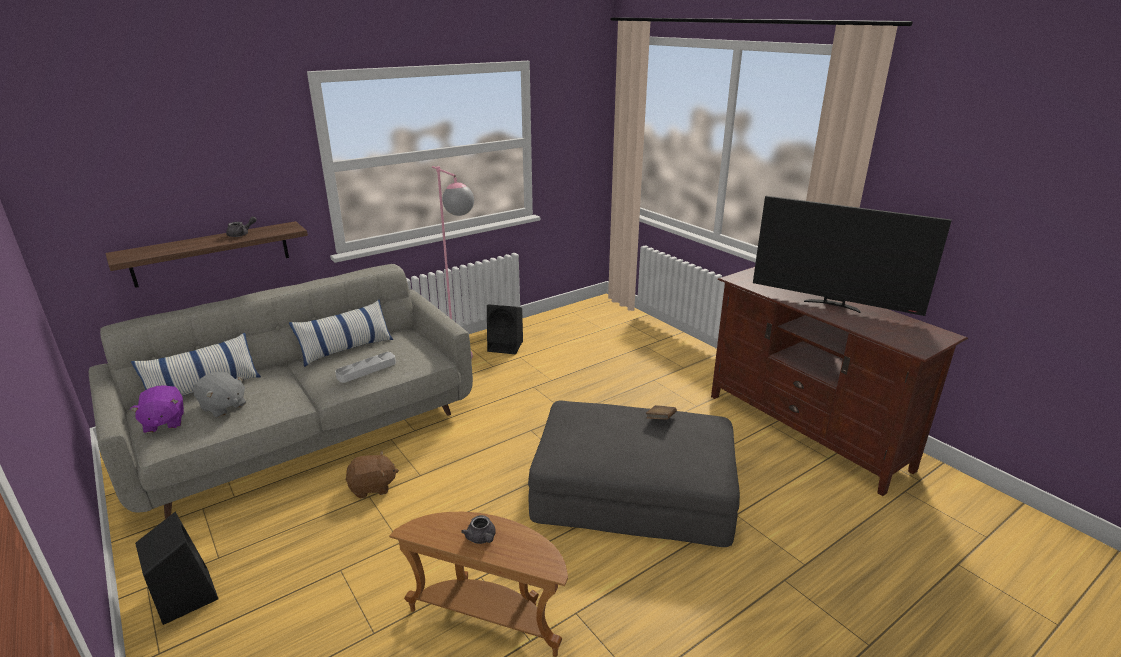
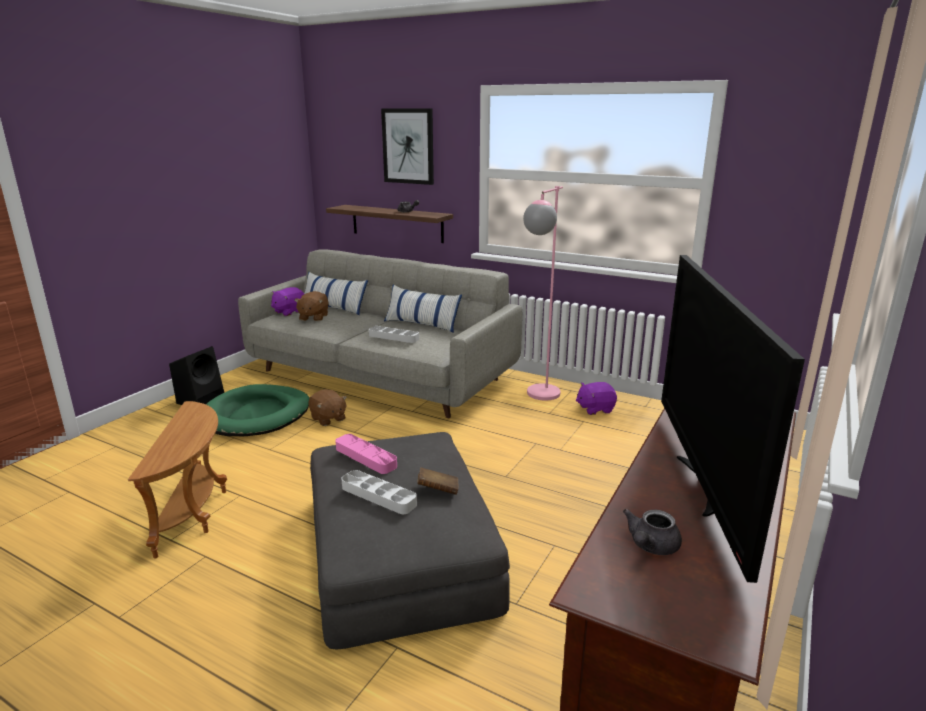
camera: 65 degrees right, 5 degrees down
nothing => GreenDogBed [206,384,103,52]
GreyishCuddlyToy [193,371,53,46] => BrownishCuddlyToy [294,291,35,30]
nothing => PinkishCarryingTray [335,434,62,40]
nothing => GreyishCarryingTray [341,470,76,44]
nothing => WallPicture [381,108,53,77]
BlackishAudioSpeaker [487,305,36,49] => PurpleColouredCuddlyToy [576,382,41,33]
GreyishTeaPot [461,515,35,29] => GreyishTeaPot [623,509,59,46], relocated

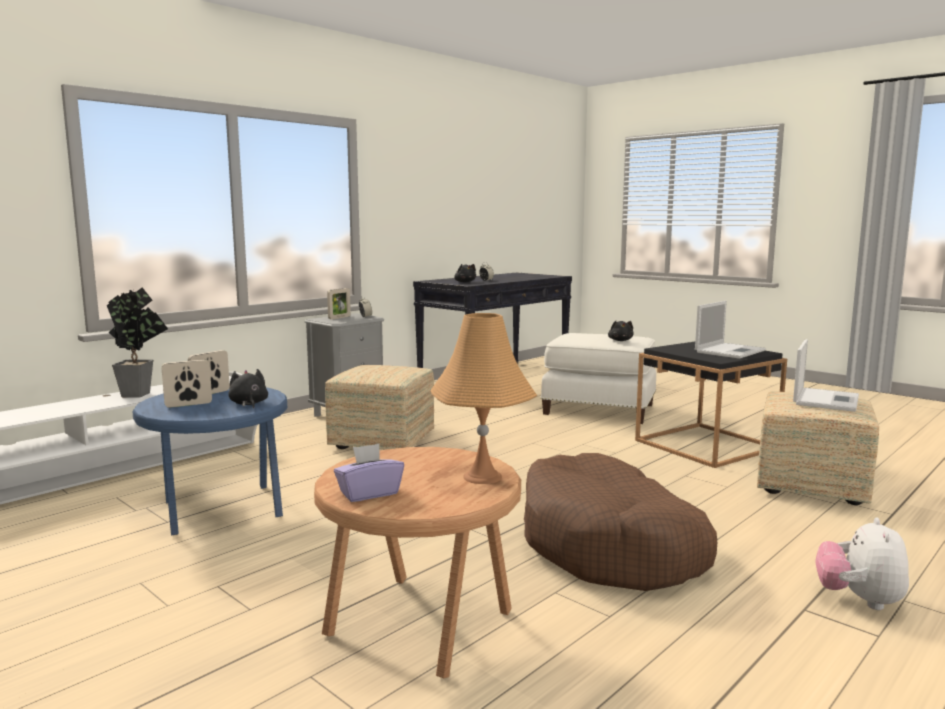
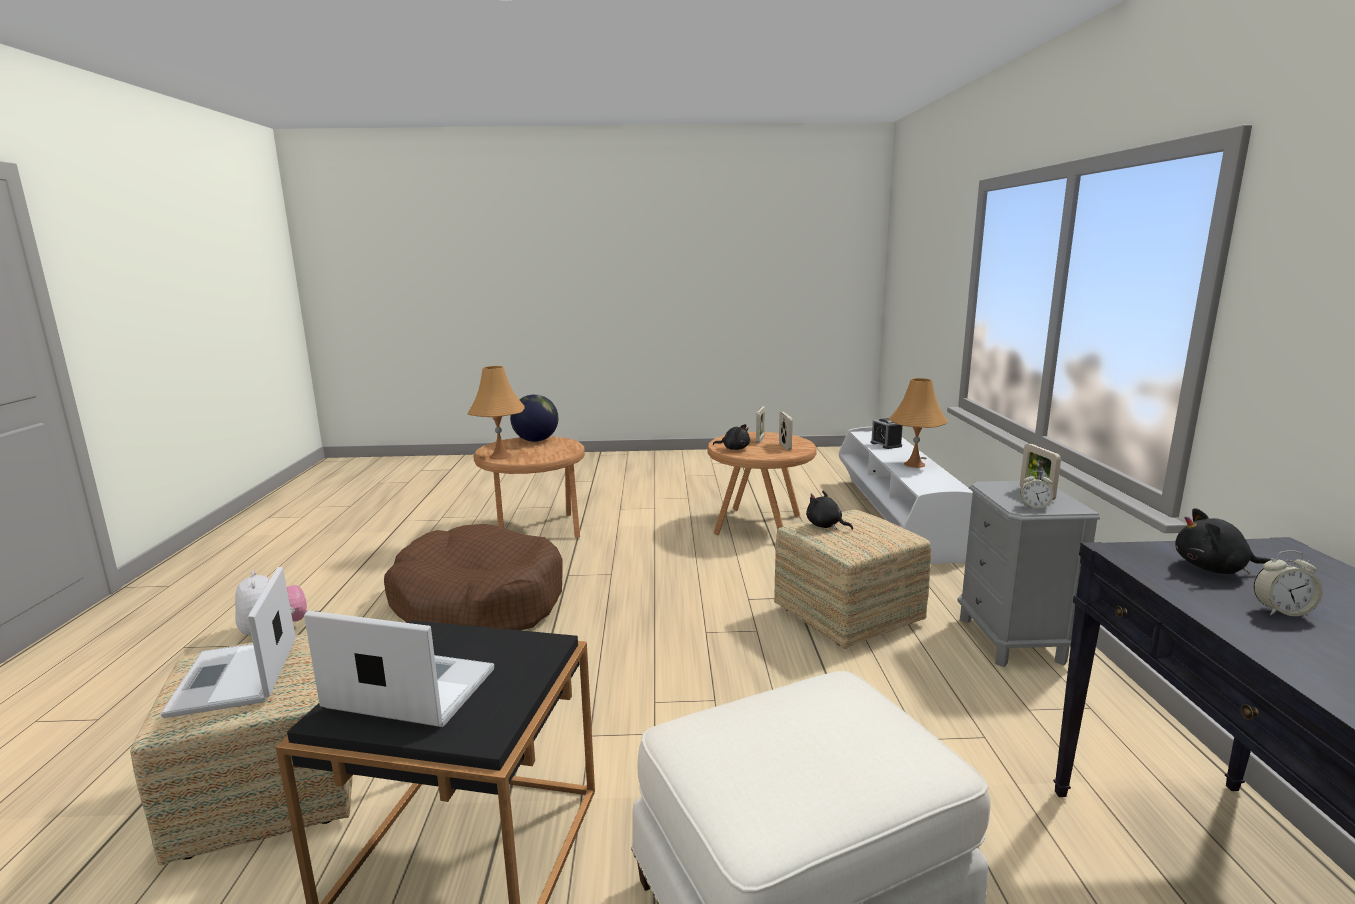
camera: 135 degrees right, 5 degrees up
Laptop [695,301,71,58] => Laptop [304,611,190,116], 105 degrees clockwise
PurpleColouredBoxOfTissues [334,444,70,58] => WorldGlobe [510,394,48,48]
BlueColouredAccentTable [132,387,155,148] => BrownishAccentTable [707,432,110,103]
BlackishCuddlyToy [608,320,25,21] => BlackishCuddlyToy [806,491,47,39], relocated
nothing => TableClock [871,418,32,31]
Houseplant [107,287,61,111] => OrangeyTableLamp [889,378,59,90]

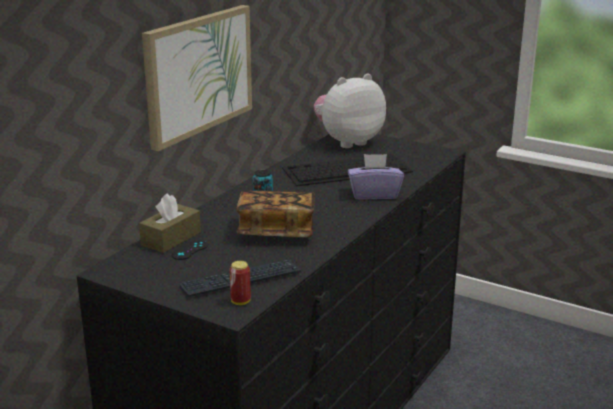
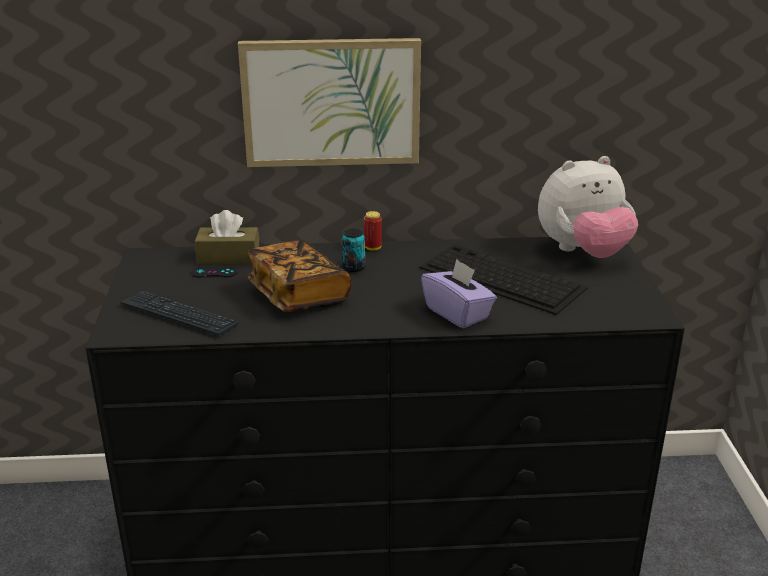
camera: 55 degrees right, 5 degrees up
MetalCan [229,261,22,44] => MetalCan [364,211,18,40], relocated
CuddlyToy [314,74,72,74] => CuddlyToy [538,156,100,102], 135 degrees clockwise

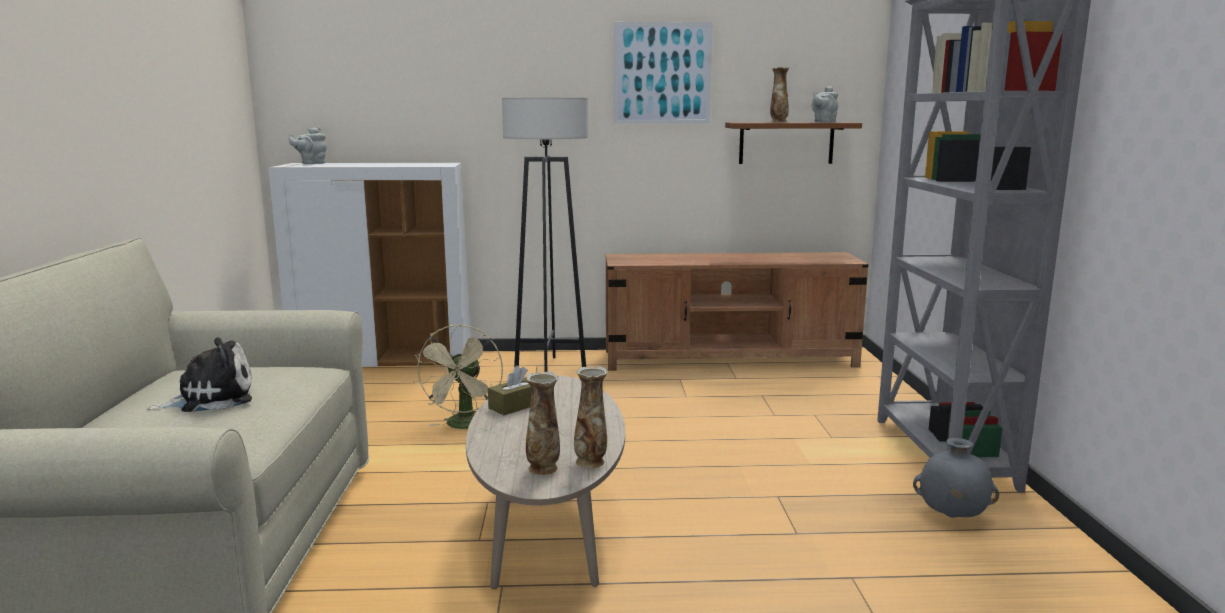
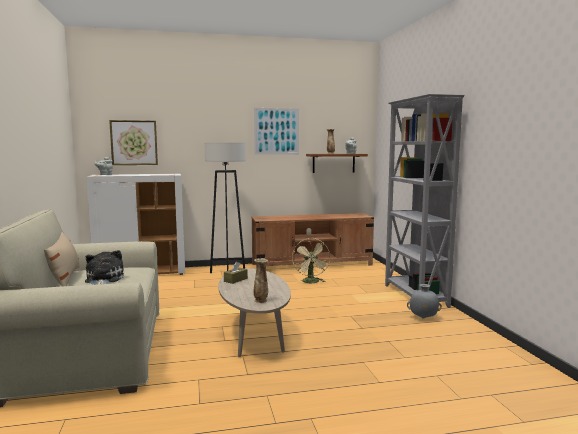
camera: 10 degrees left, 5 degrees down
nothing => BeigeColouredCushion [44,232,36,54]
CuddlyToy [146,337,106,75] => CuddlyToy [85,250,39,35], 60 degrees counterclockwise
nothing => WallPicture [109,120,49,45]
BeigeColouredCoolingFan [414,324,89,105] => BeigeColouredCoolingFan [292,238,38,45], relocated
DecorativeVase [574,366,34,102] => nothing

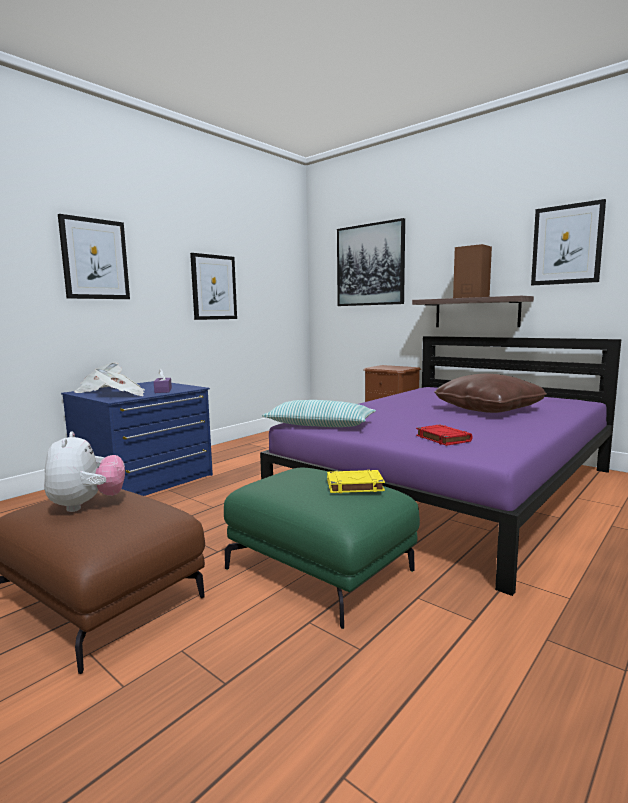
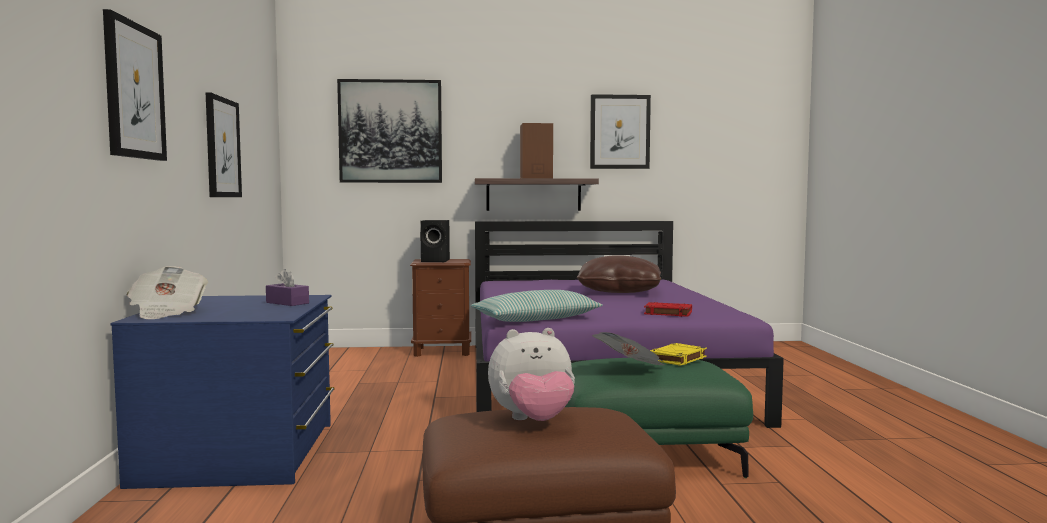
camera: 45 degrees left, 5 degrees down
nothing => BlackishAudioSpeaker [420,220,30,42]
CuddlyToy [44,431,81,81] => CuddlyToy [488,328,87,93], 135 degrees clockwise
DailyPaper [95,369,50,27] => DailyPaper [592,332,73,33], relocated

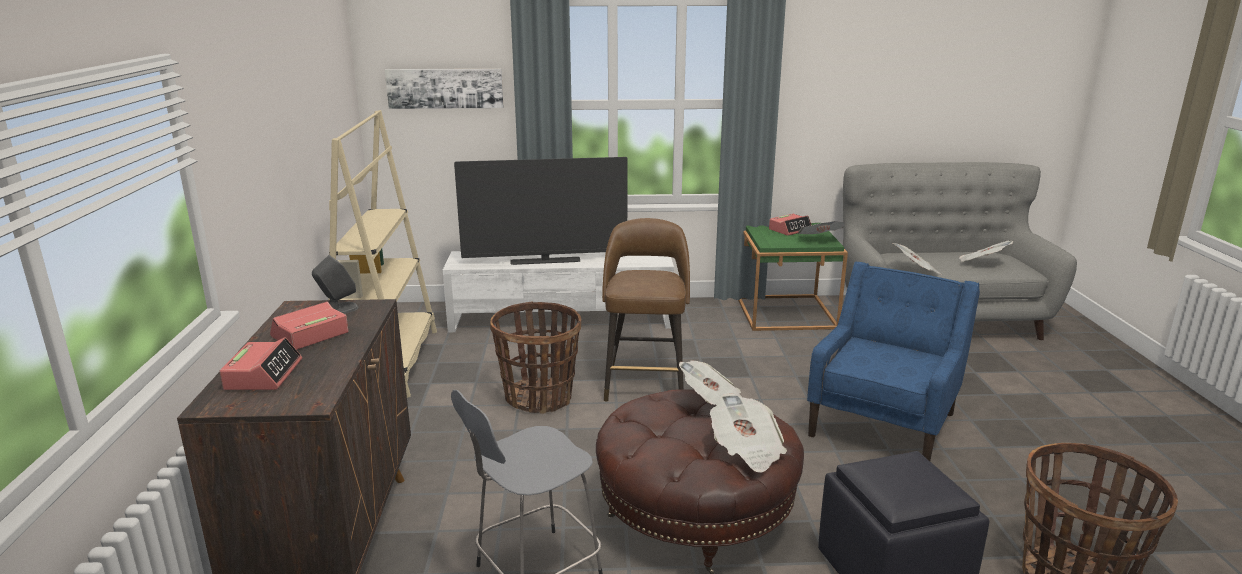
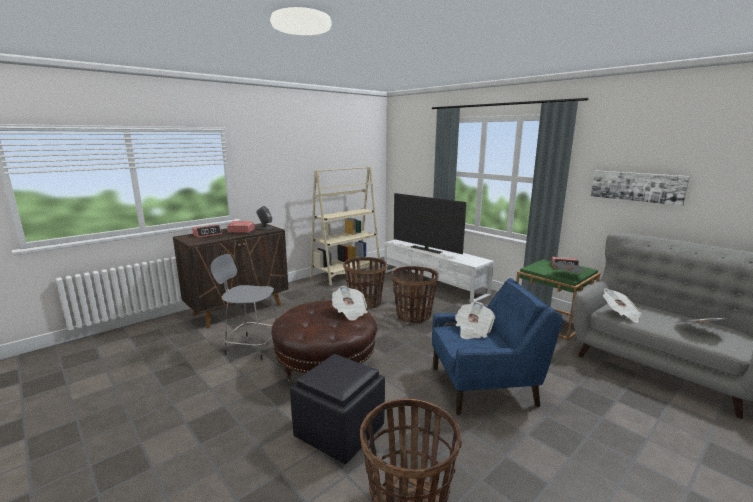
camera: 50 degrees right, 5 degrees down
BrownishStool [602,218,88,184] => StorageBasket [391,266,47,57]
DailyPaper [710,393,77,80] => DailyPaper [455,302,40,37], relocated
WallPicture [385,69,118,40] => WallPicture [591,170,99,36], relocated

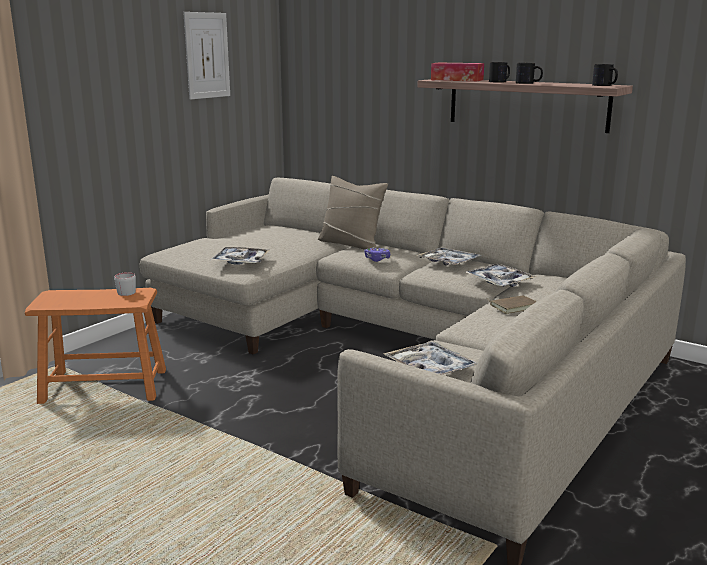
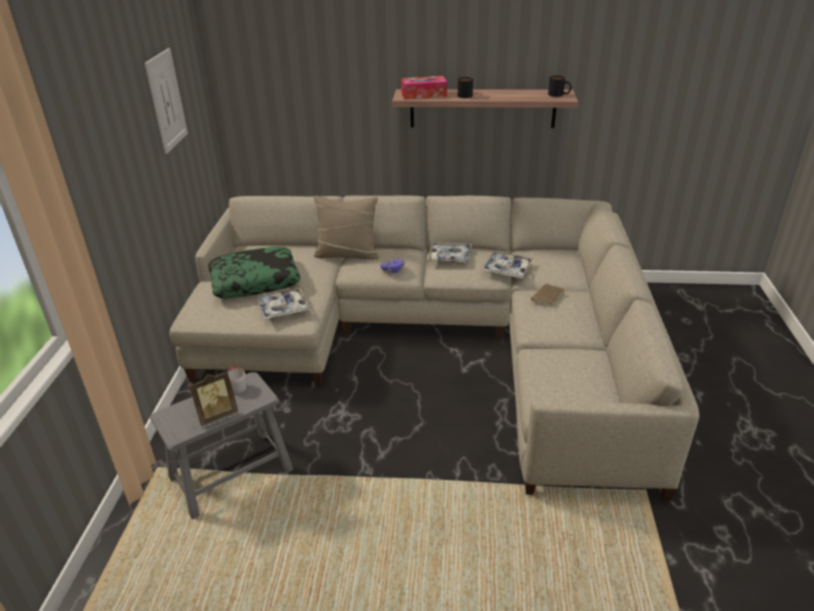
camera: 30 degrees left, 15 degrees up
OrangeyStool [25,288,141,116] => GreyishStool [150,372,143,147]
nothing => StandingFrame [189,371,49,55]
nothing => Cushion [208,247,92,51]
CarryingTray [384,341,93,33] => nothing
CoffeeMug [516,63,27,21] => nothing

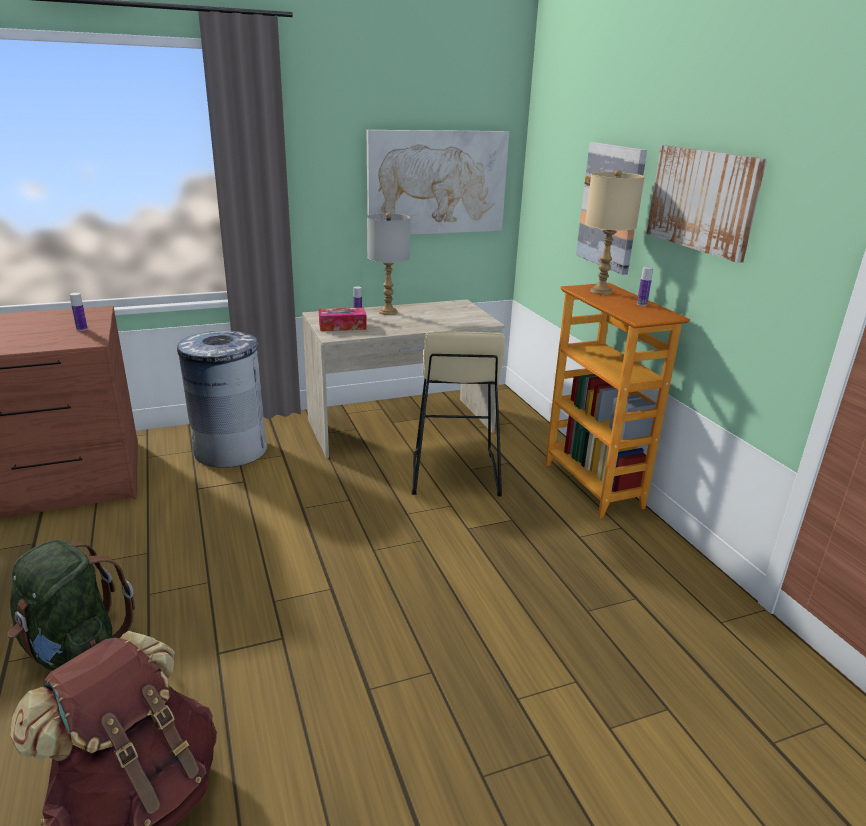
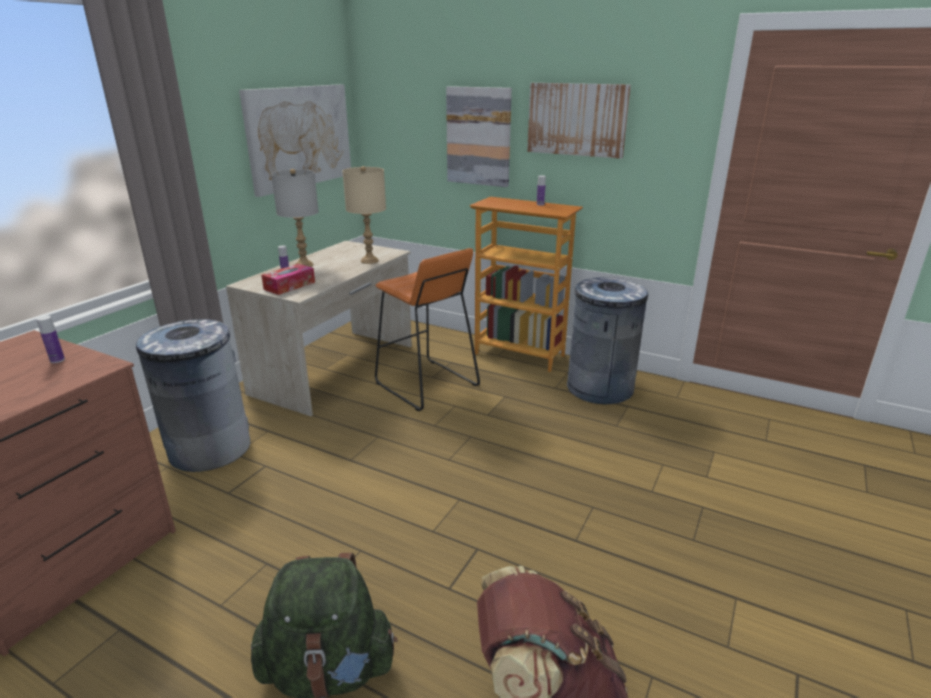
camera: 40 degrees left, 0 degrees up
BeigeColouredTableLamp [585,170,60,125] => BeigeColouredTableLamp [343,166,43,98], relocated
BeigeColouredStool [412,331,93,165] => OrangeyStool [375,248,105,163]
nothing => GreyishTrashCan [567,277,81,127]

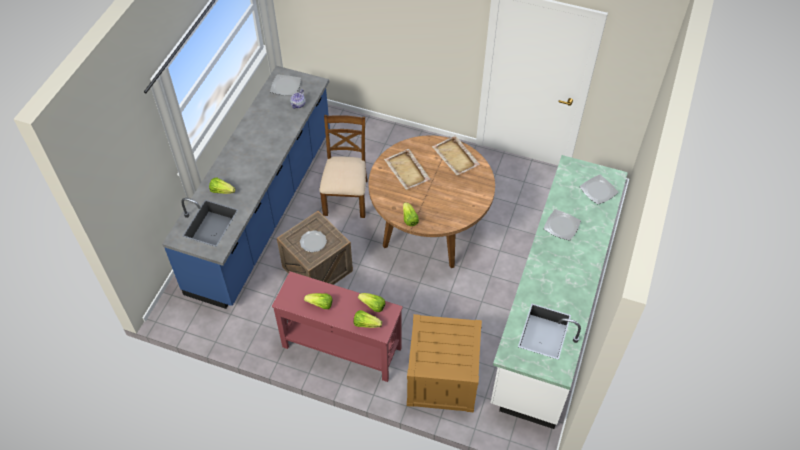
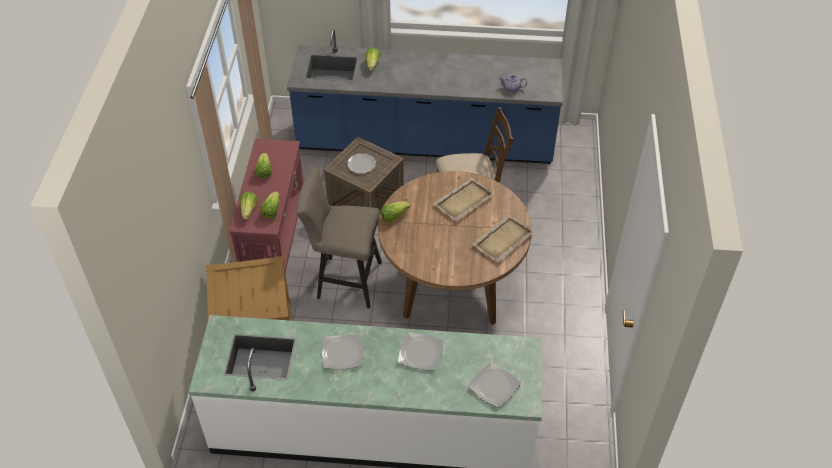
camera: 75 degrees right, 5 degrees down
nothing => BeigeColouredStool [296,167,86,142]
Plate [270,74,31,22] => Plate [322,335,41,35], relocated

